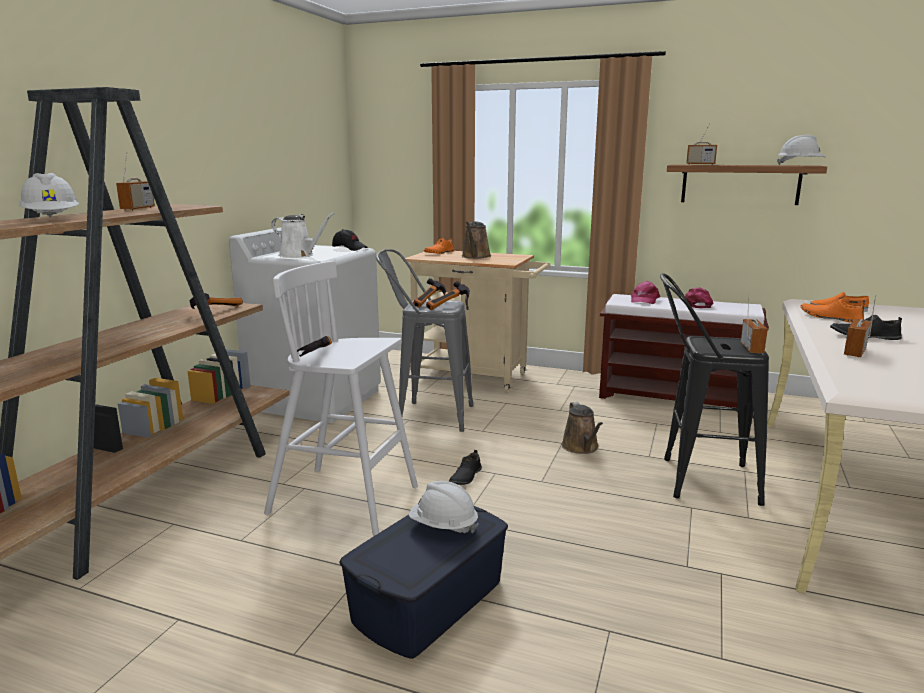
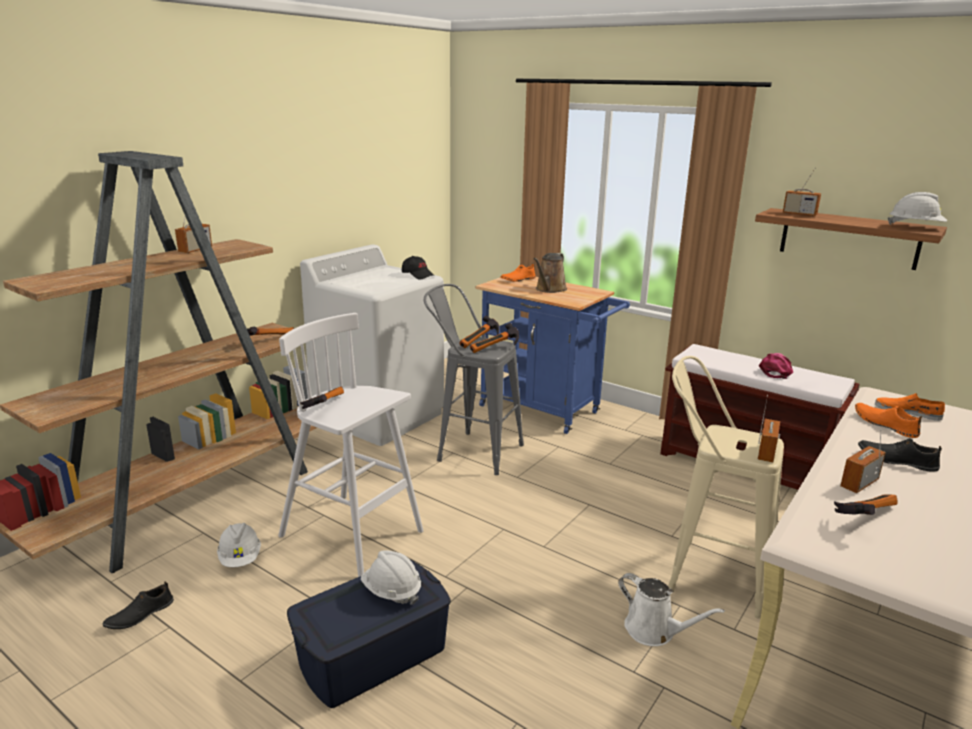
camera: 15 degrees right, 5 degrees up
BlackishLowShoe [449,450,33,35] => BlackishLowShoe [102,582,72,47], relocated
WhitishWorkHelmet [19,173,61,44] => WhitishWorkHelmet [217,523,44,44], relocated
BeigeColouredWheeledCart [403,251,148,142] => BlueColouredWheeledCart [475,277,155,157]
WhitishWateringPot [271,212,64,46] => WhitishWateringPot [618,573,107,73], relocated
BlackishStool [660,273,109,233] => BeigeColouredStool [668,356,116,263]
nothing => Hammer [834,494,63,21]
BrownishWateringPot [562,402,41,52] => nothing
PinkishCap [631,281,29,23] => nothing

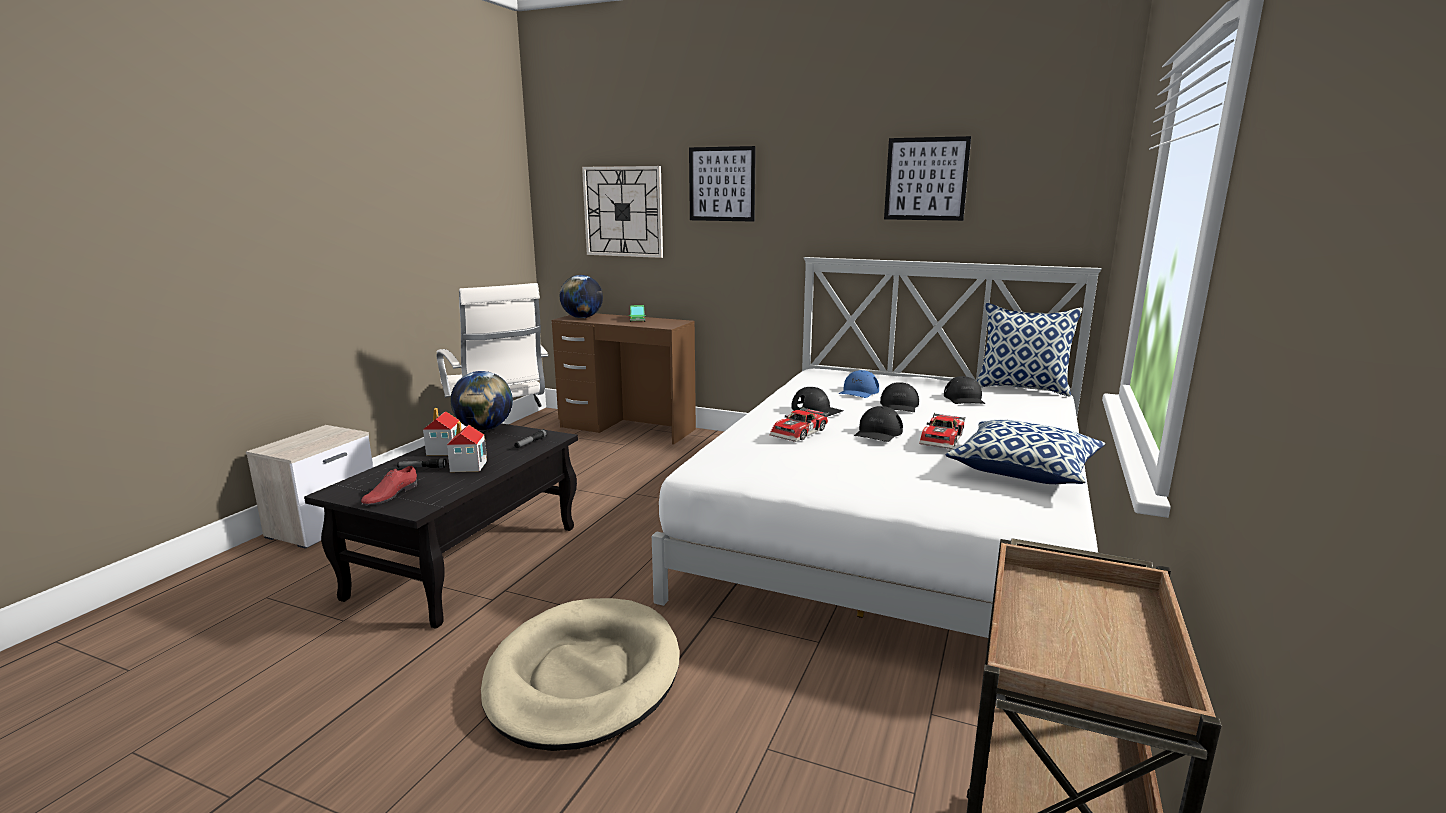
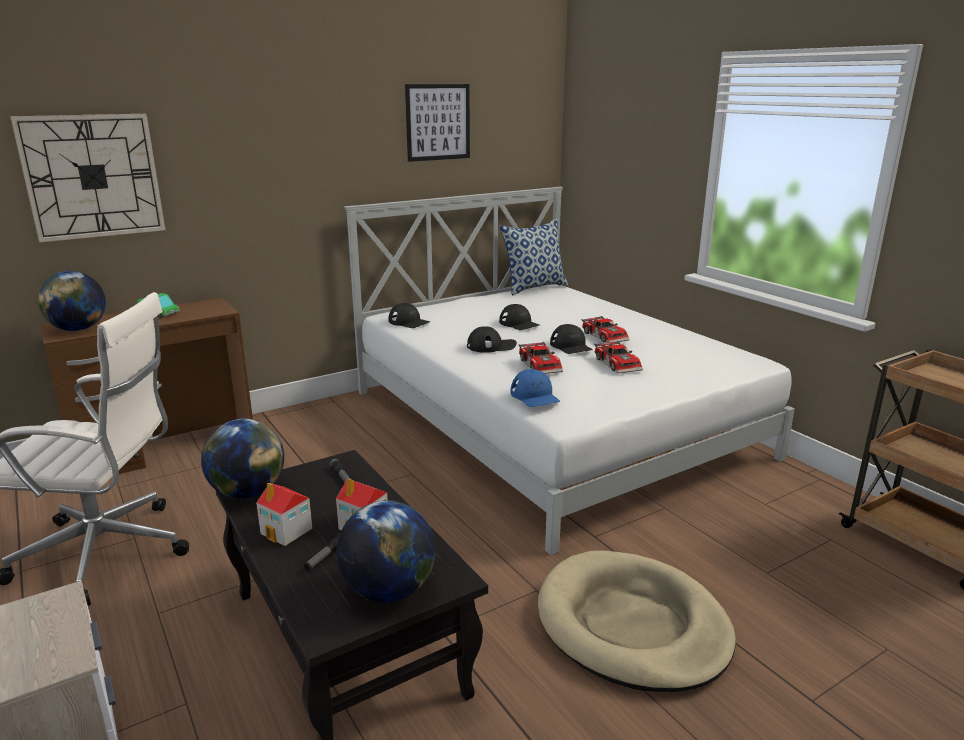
camera: 55 degrees left, 5 degrees up
ReddishLowShoe [361,466,56,39] => WorldGlobe [336,501,100,101]
BlackishCap [944,376,41,28] => BlackishCap [388,303,43,25], relocated
BlueColouredCap [839,370,40,28] => BlueColouredCap [510,369,50,38], relocated
nothing => ModelCar [594,341,49,33]
WallPicture [689,146,67,76] => nothing
Cushion [945,420,160,64] => nothing

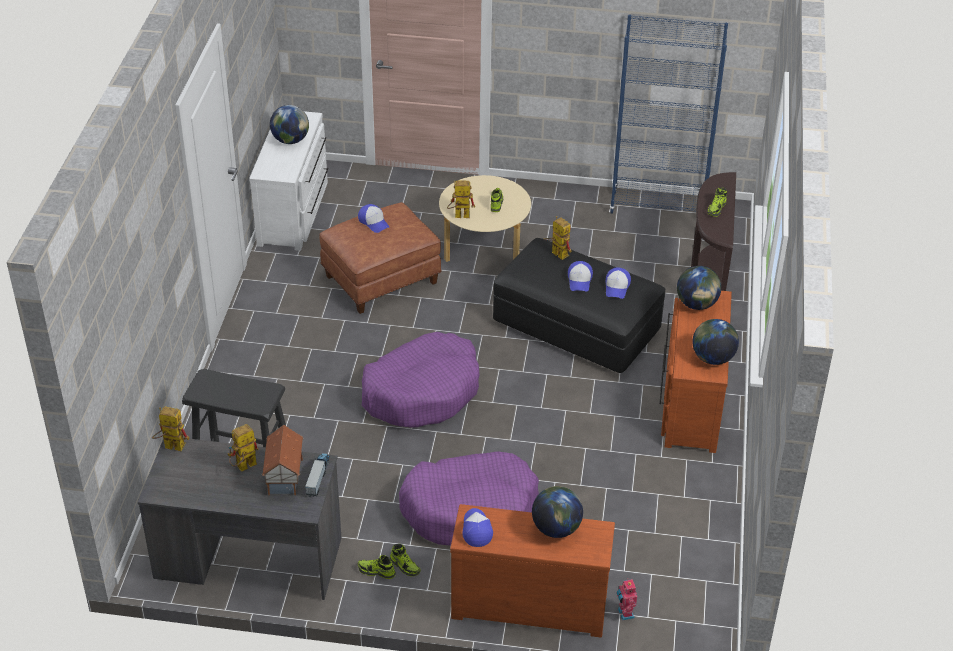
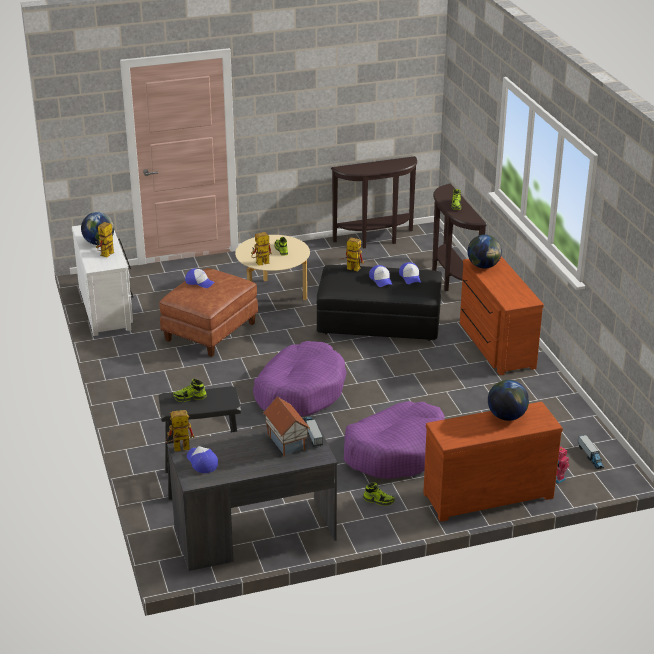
camera: 25 degrees left, 10 degrees down
RobotFigure [228,424,31,48] => RobotFigure [96,222,18,35], relocated
LowShoe [357,555,39,24] => LowShoe [173,379,34,23], relocated
Cap [463,508,30,39] => Cap [187,446,31,27], relocated
BlueColouredBookcase [609,14,119,200] => BrownishHallTable [331,156,86,92]
nothing => ToyLorry [578,435,26,34]
WorldGlobe [692,319,47,46] => nothing

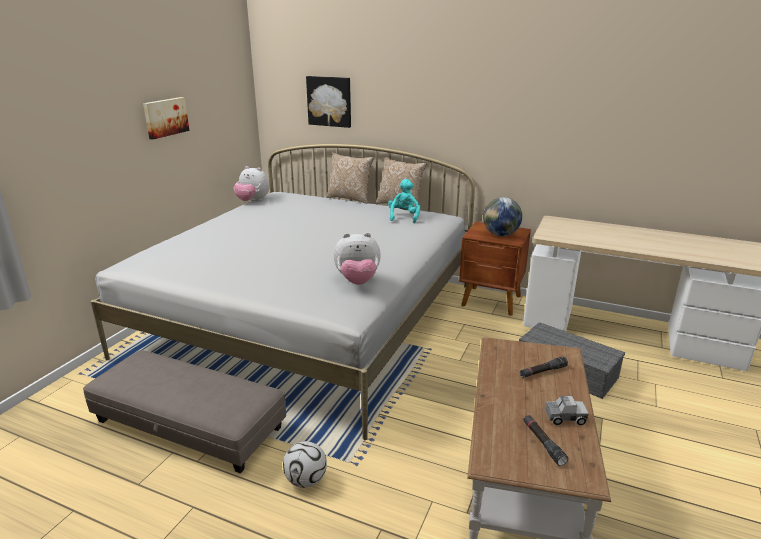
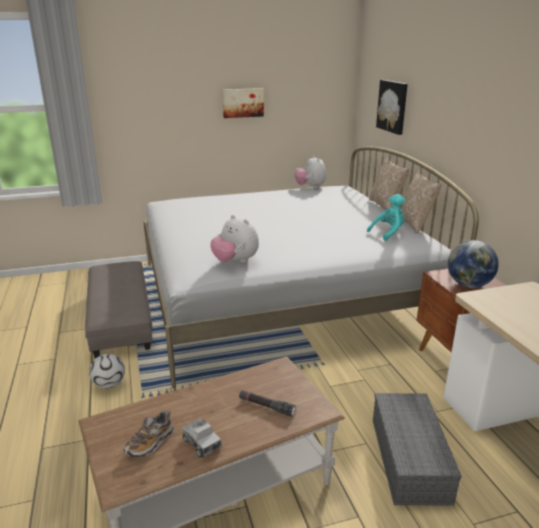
camera: 50 degrees right, 0 degrees up
BlackishTorch [523,415,45,51] => LowShoe [124,410,50,47]

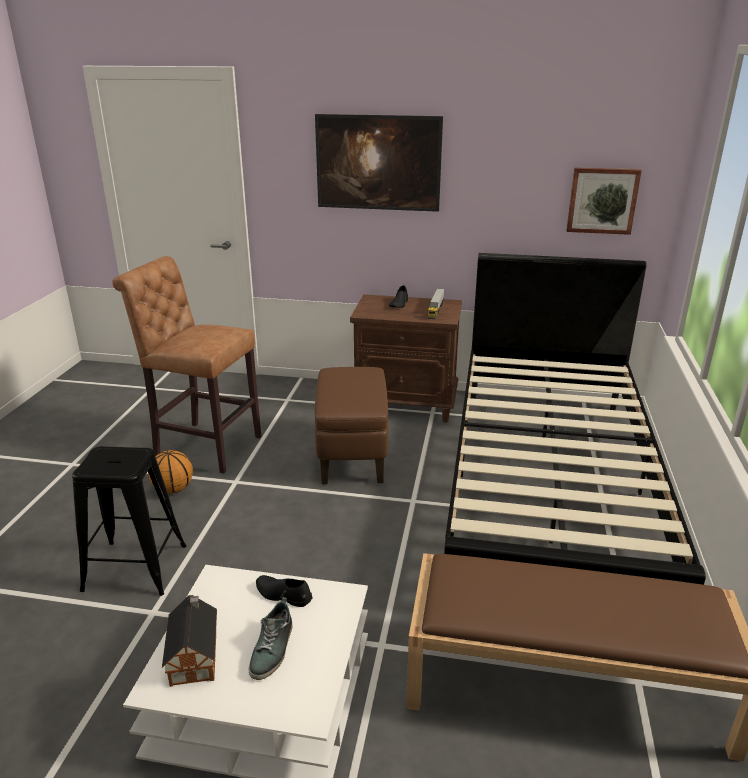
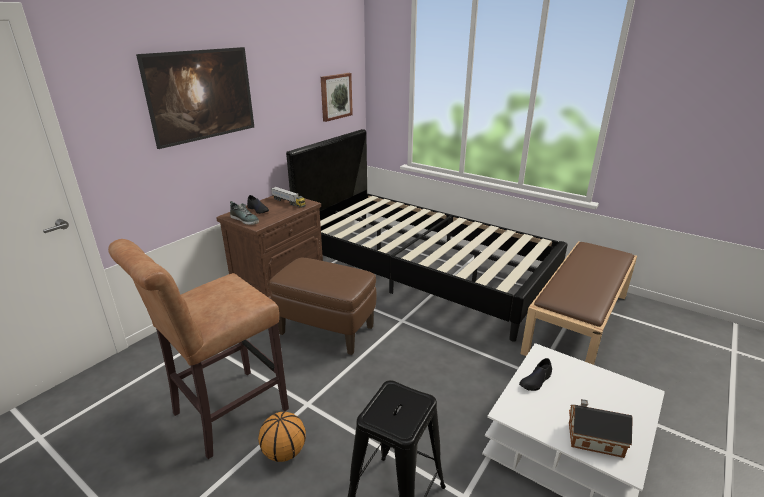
camera: 65 degrees left, 0 degrees up
LowShoe [249,597,43,83] => LowShoe [230,201,29,24], relocated

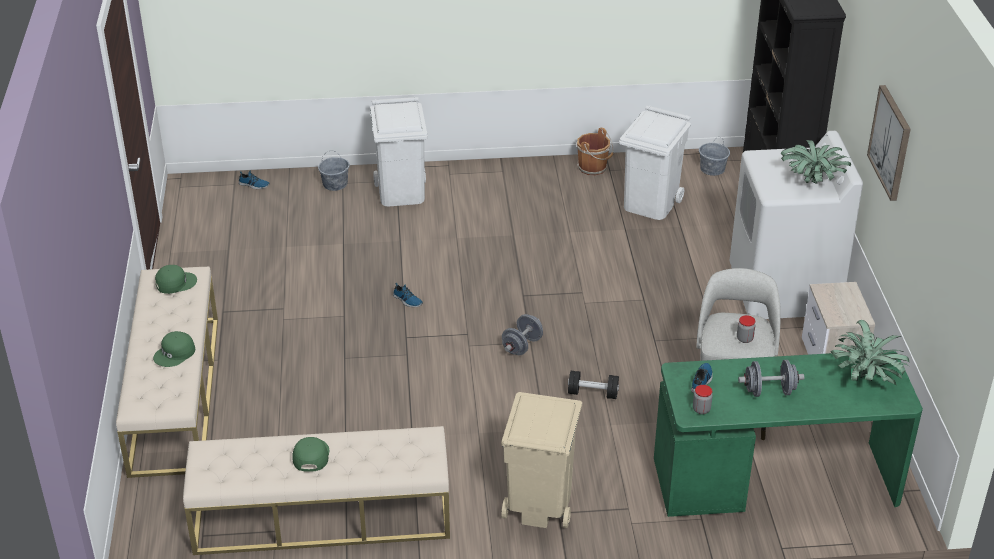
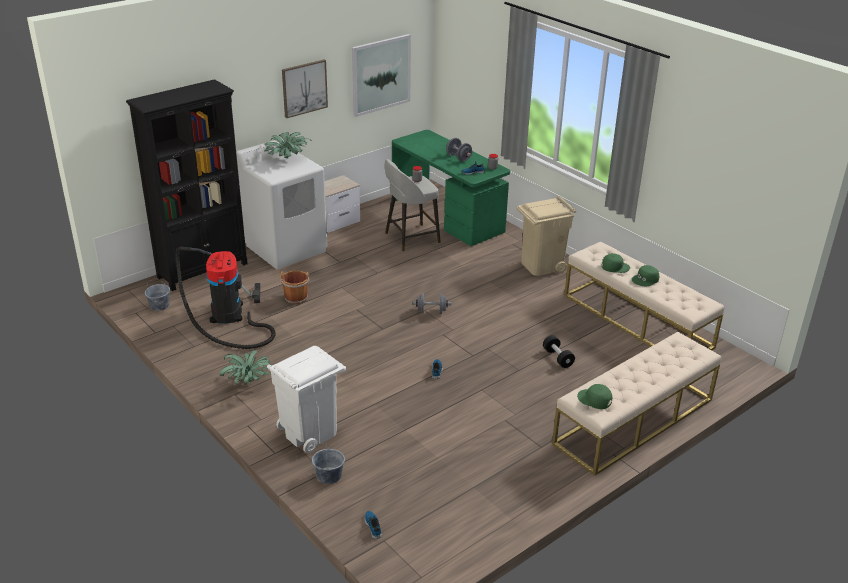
camera: 125 degrees left, 5 degrees down
WhitishTrashCan [619,106,72,114] => VacuumCleaner [175,247,101,102]
Houseplant [831,320,79,65] => Houseplant [220,350,50,34], relocated
BrownishBucket [577,128,37,48] => BrownishBucket [280,271,30,33], relocated
nothing => WallPicture [352,34,59,83]
BlackishFreeWeight [568,371,51,28] => BlackishFreeWeight [543,335,32,33], relocated
GreenCap [153,331,42,36] => GreenCap [602,253,28,20], relocated

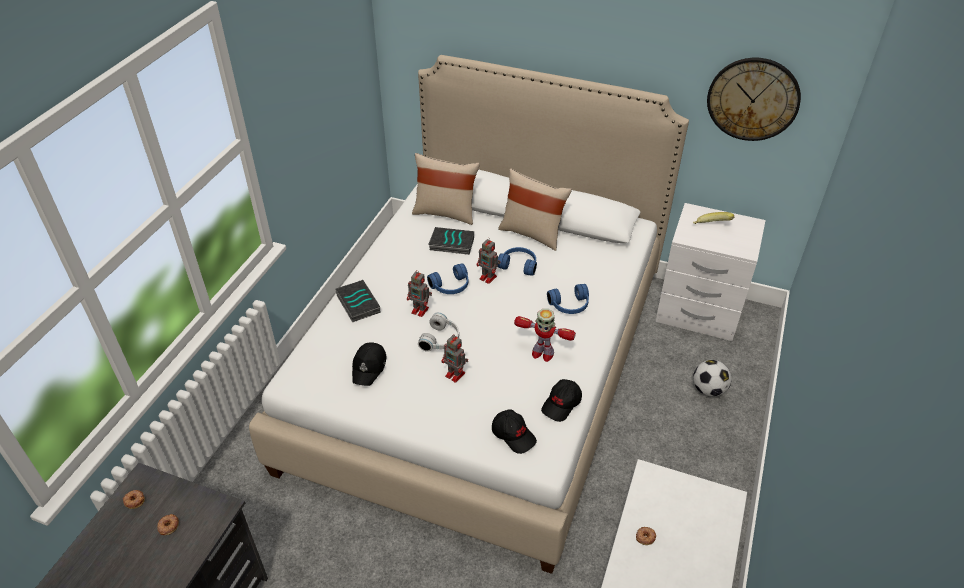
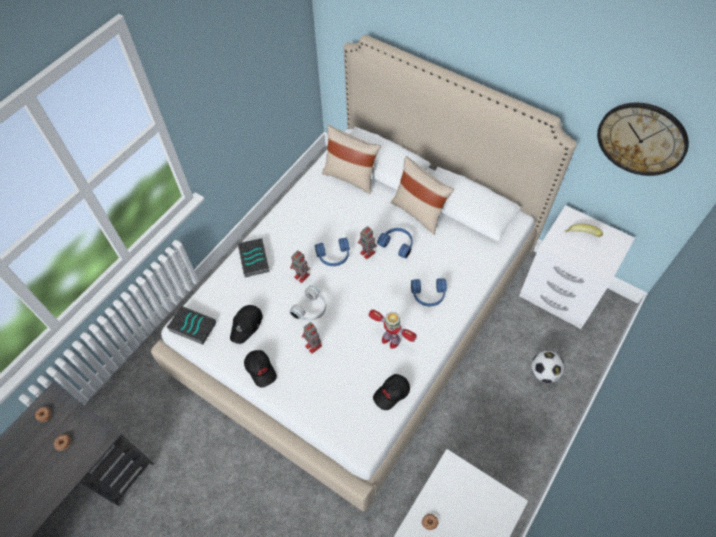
camera: 15 degrees right, 15 degrees up
Volume [429,227,45,28] => Volume [166,306,50,39], relocated
BlackishCap [492,410,45,44] => BlackishCap [244,350,33,38], relocated

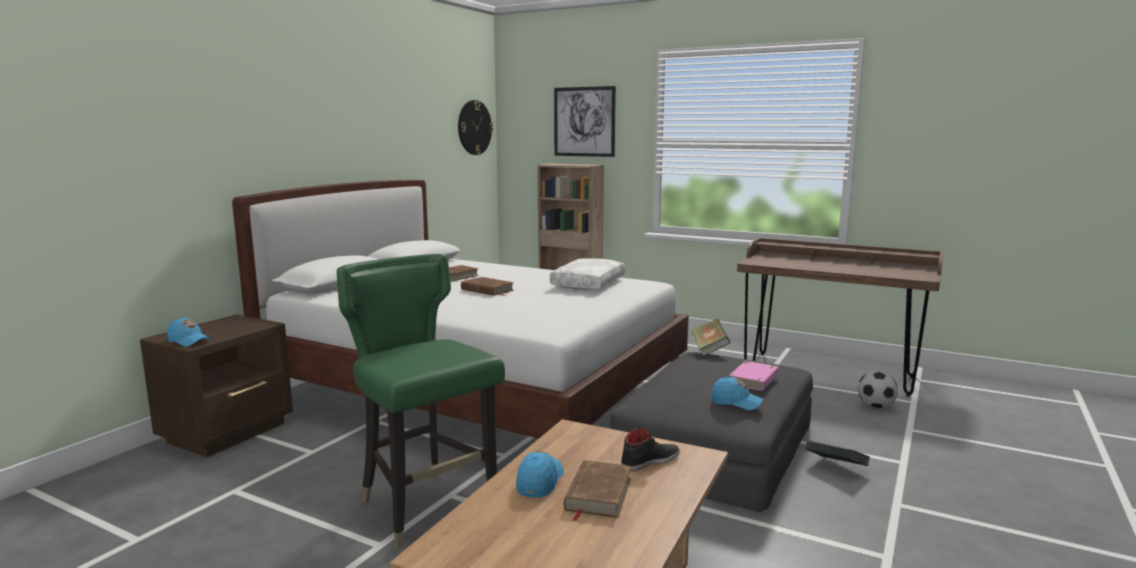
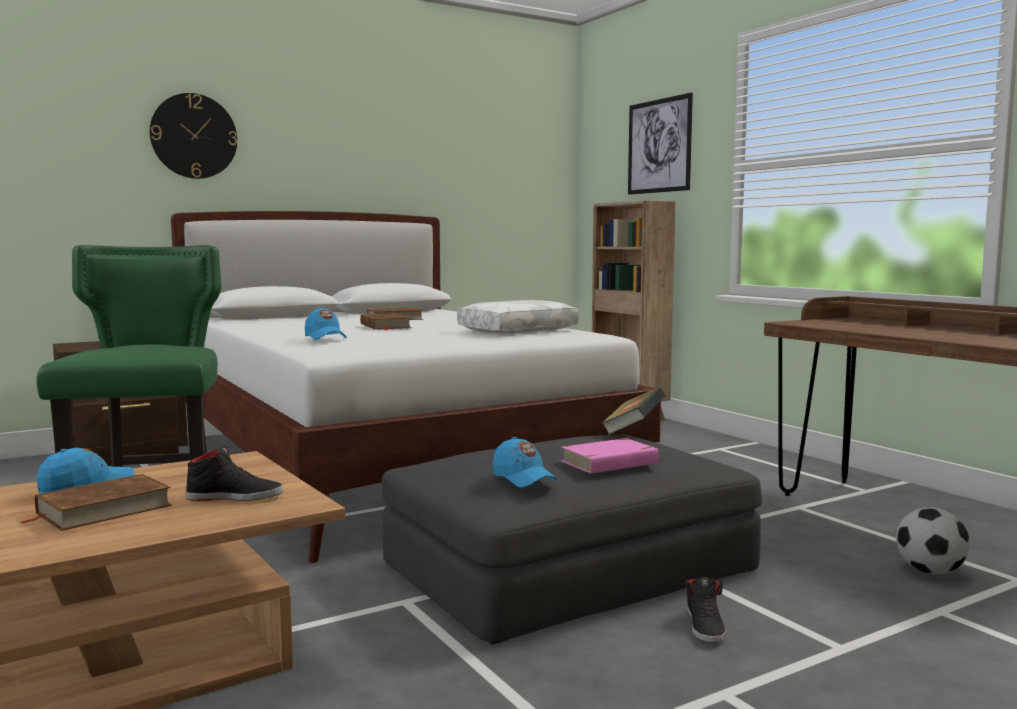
camera: 30 degrees right, 5 degrees down
HangingClock [458,100,35,55] => HangingClock [150,93,87,86], relocated
BlueColouredCap [167,317,44,30] => BlueColouredCap [305,307,42,33], relocated
Volume [805,440,65,26] => BlackishLowShoe [685,577,41,66]

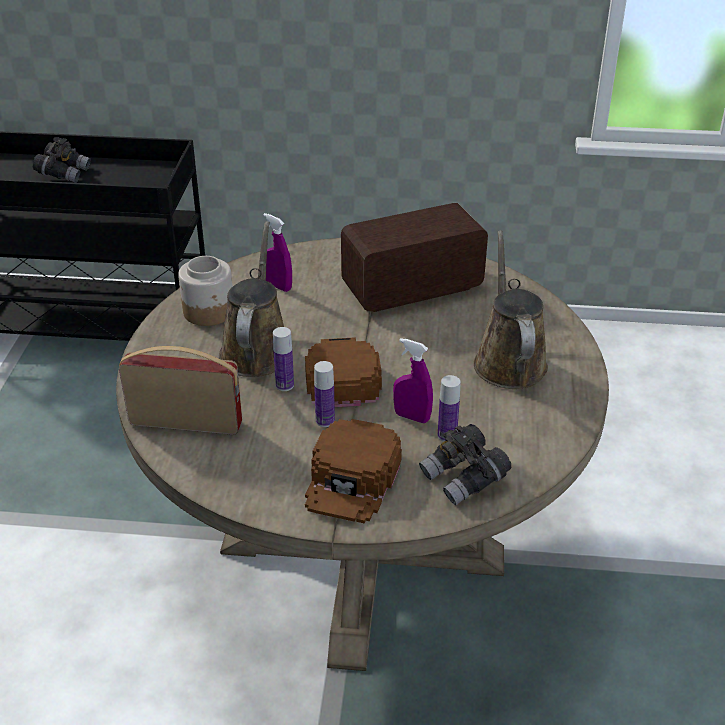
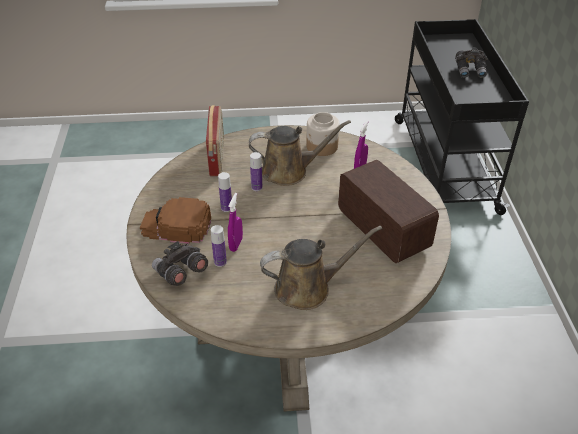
camera: 80 degrees right, 5 degrees up
BrownishCap [305,337,77,70] => nothing

